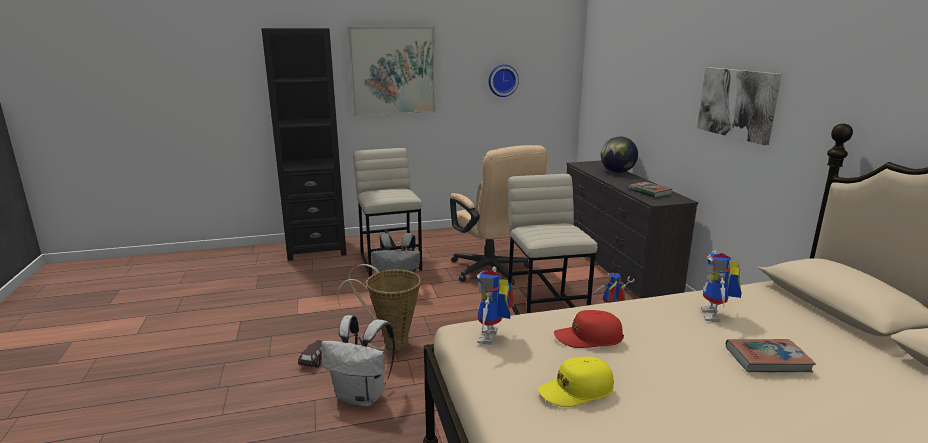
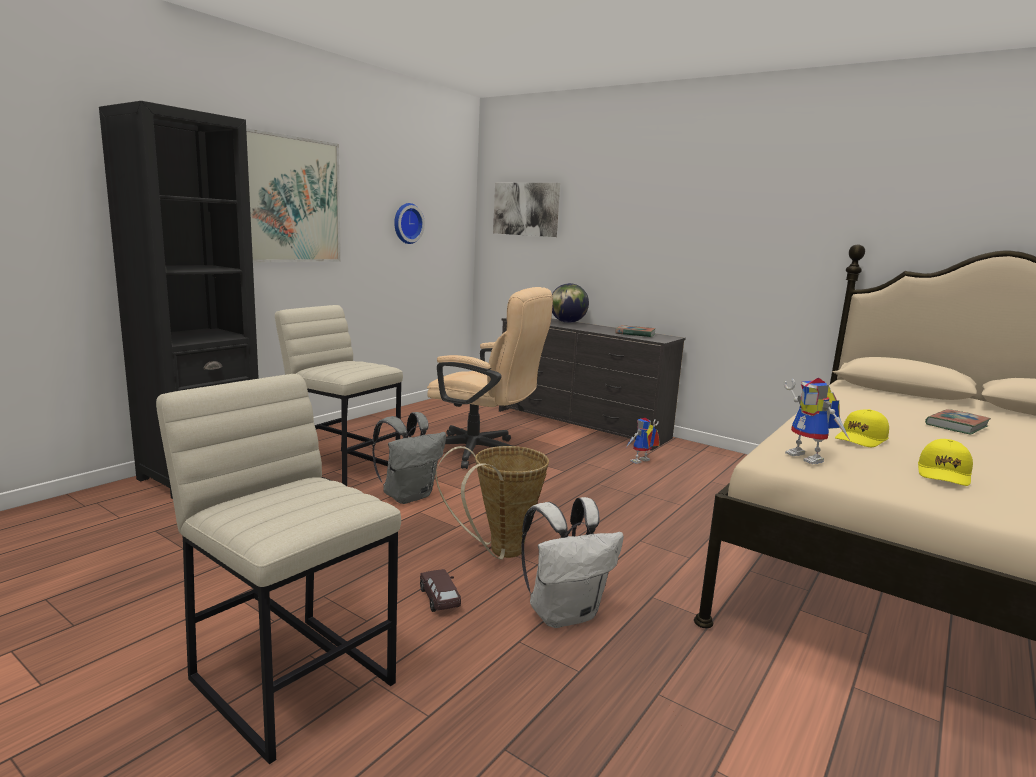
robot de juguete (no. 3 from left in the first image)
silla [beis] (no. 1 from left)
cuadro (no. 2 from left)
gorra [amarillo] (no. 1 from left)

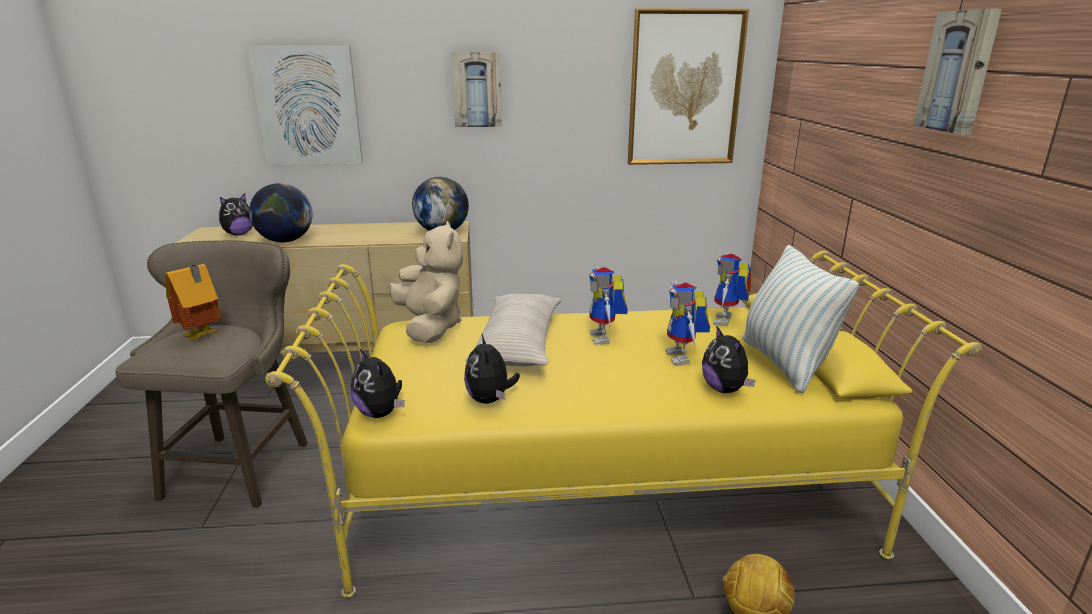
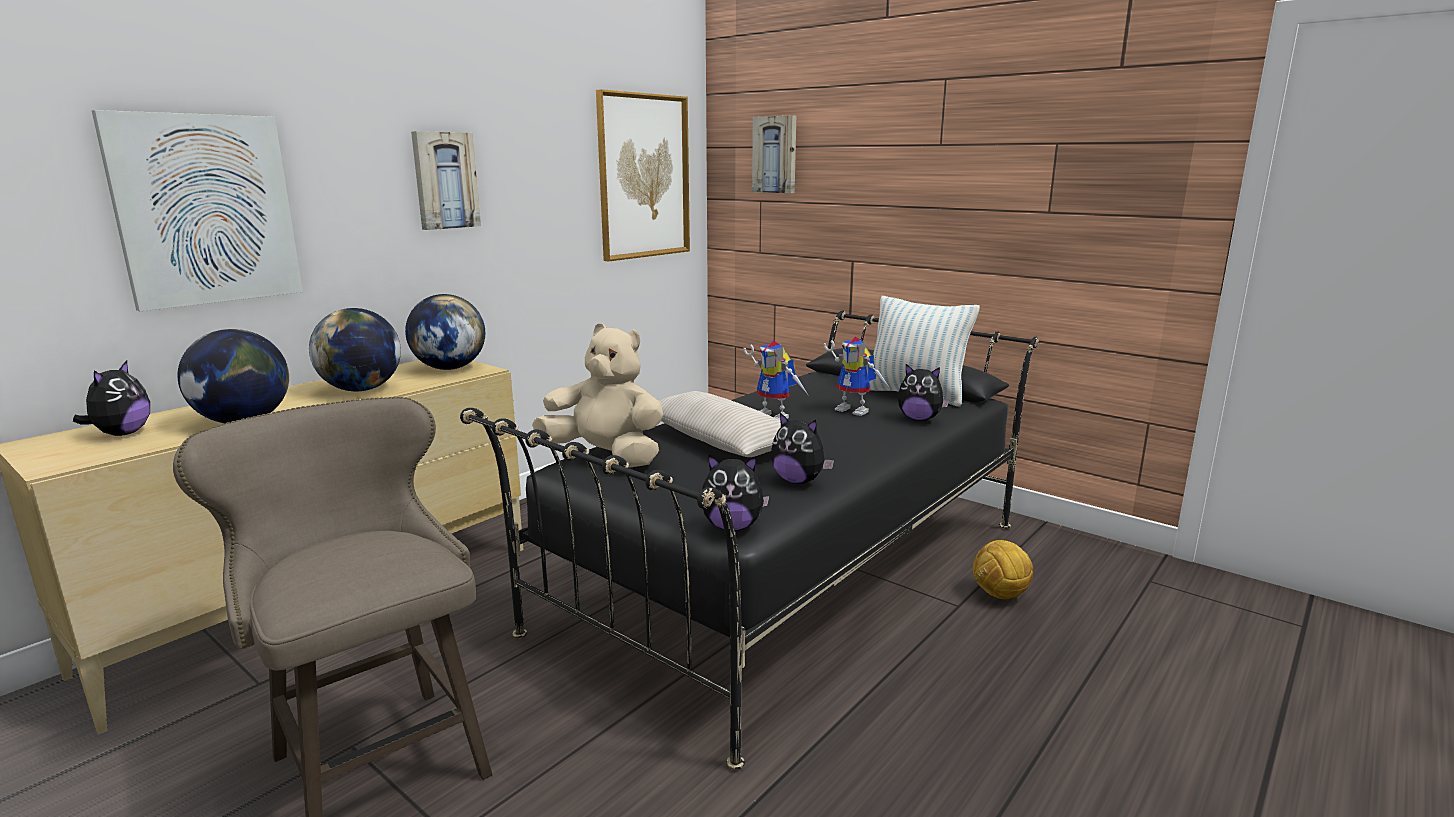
casita
robot de juguete (no. 3 from left in the first image)
globo terráqueo (no. 2 from left)
cuadro (no. 4 from left)
cama [negro]

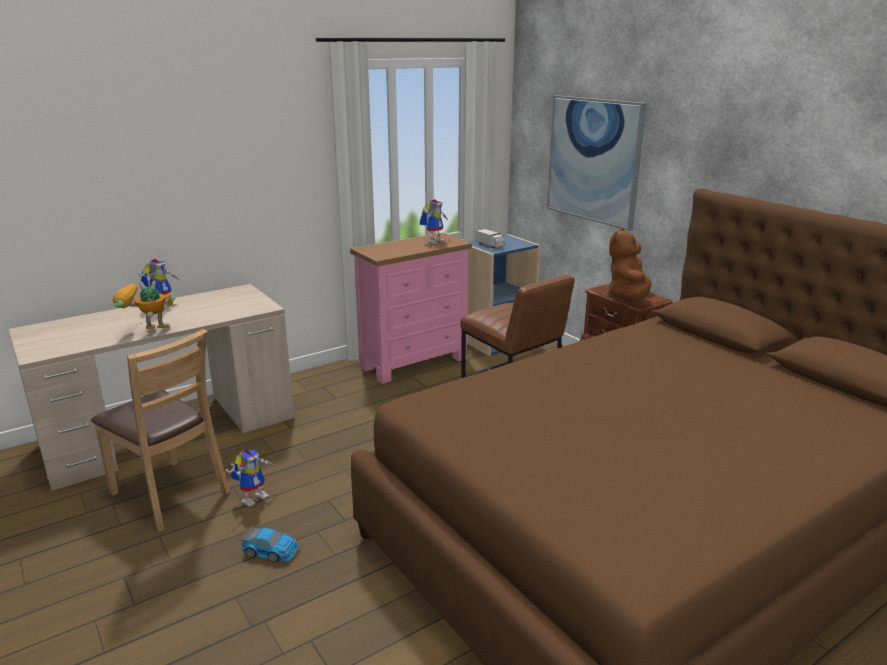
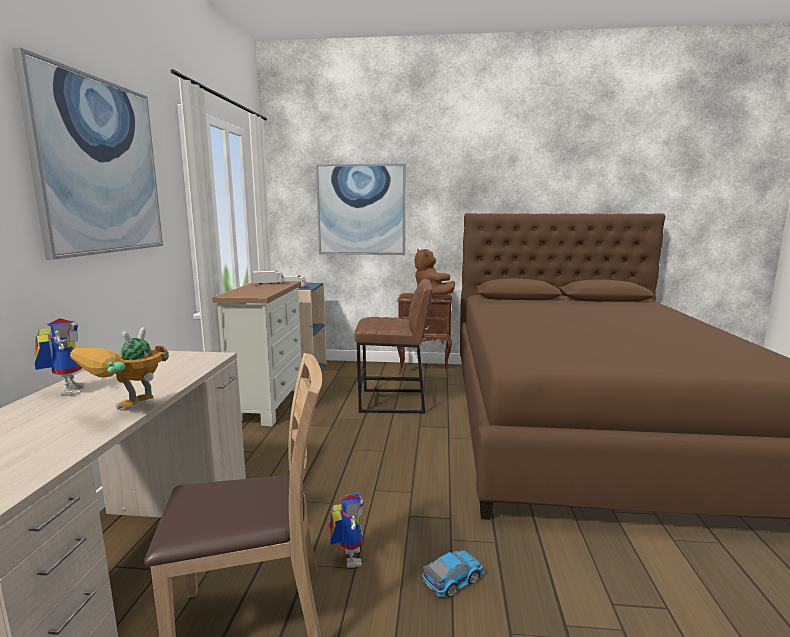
cuadro (no. 1 from left)
camión de juguete (no. 1 from left)
cómoda [blanco]

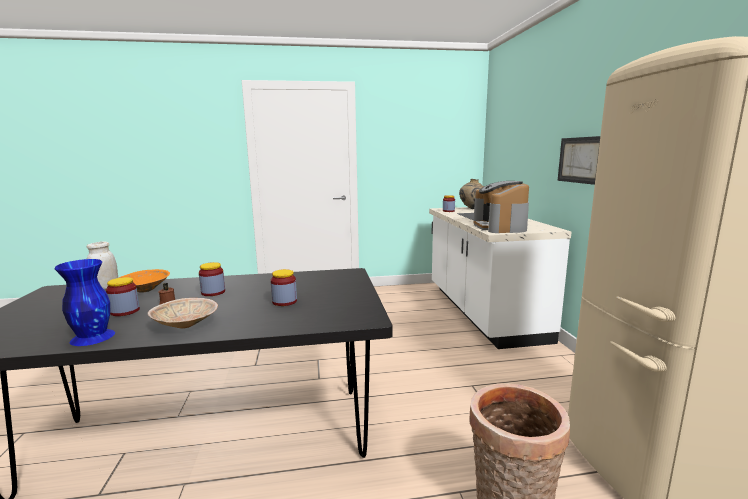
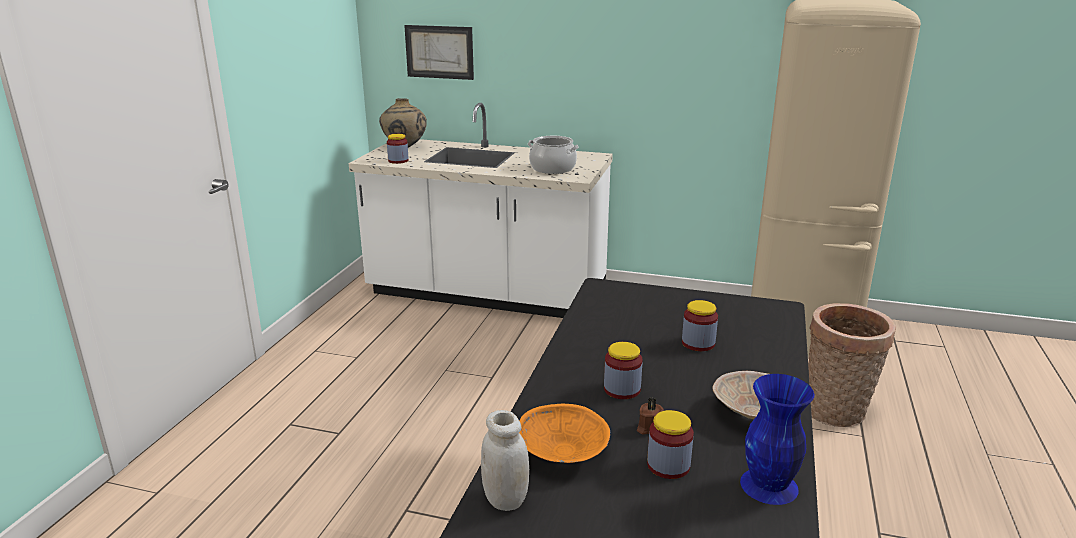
cuadro
olla

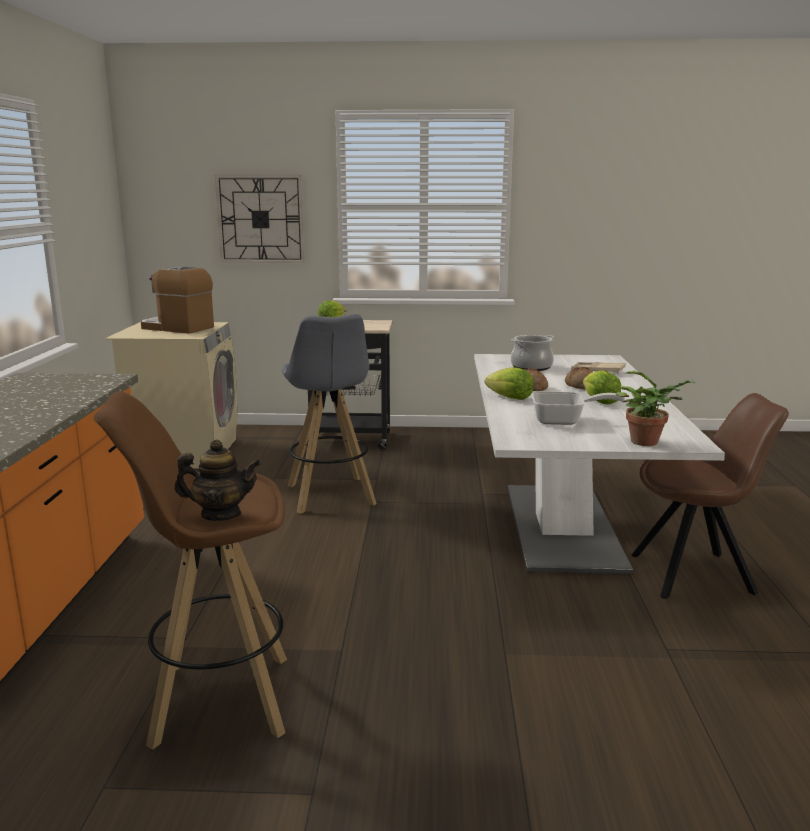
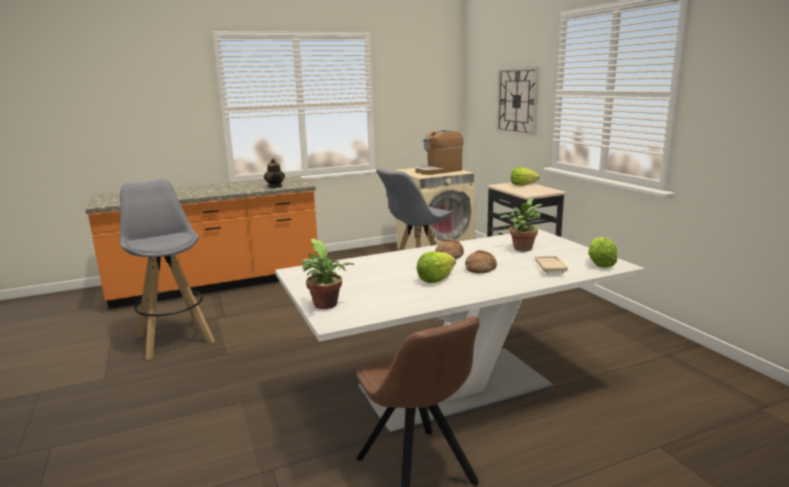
sartén
tetera
lechuga (no. 3 from left)
planta en maceta (no. 2 from left)
taburete [gris] (no. 1 from left)
cafetera

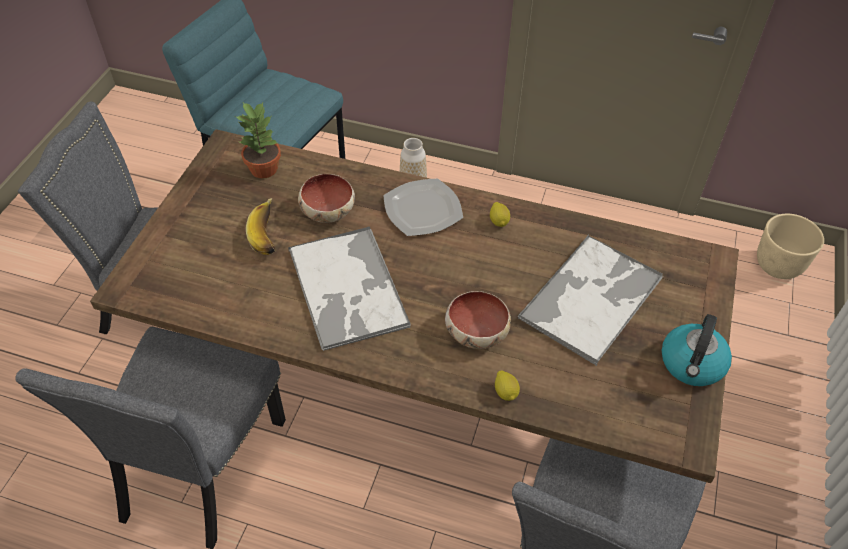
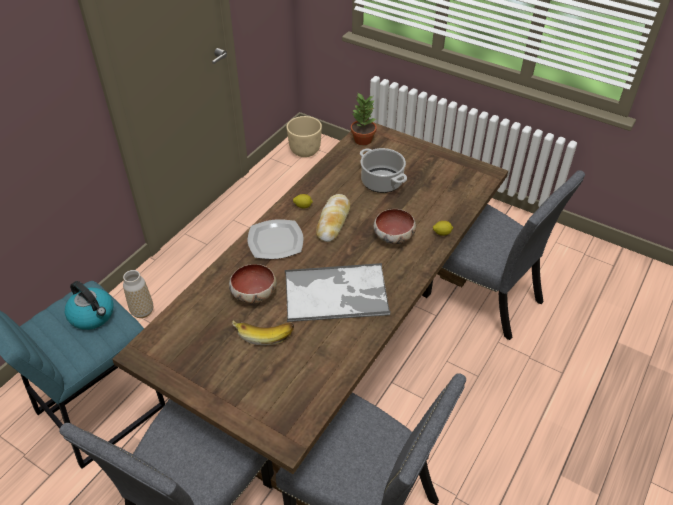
pan
planta en maceta
hervidor
olla

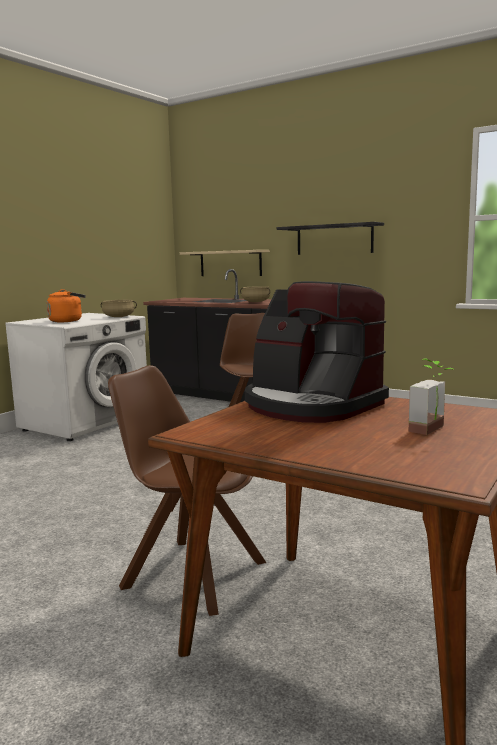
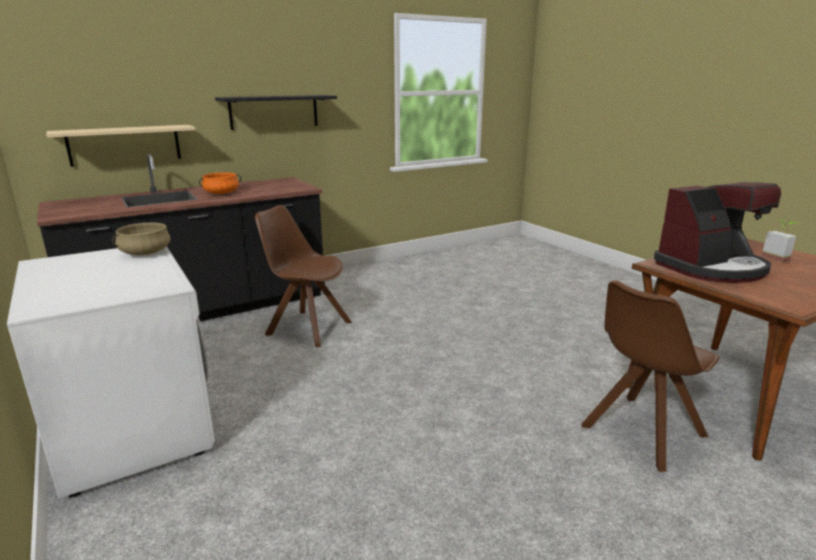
hervidor [naranja]
olla [naranja]

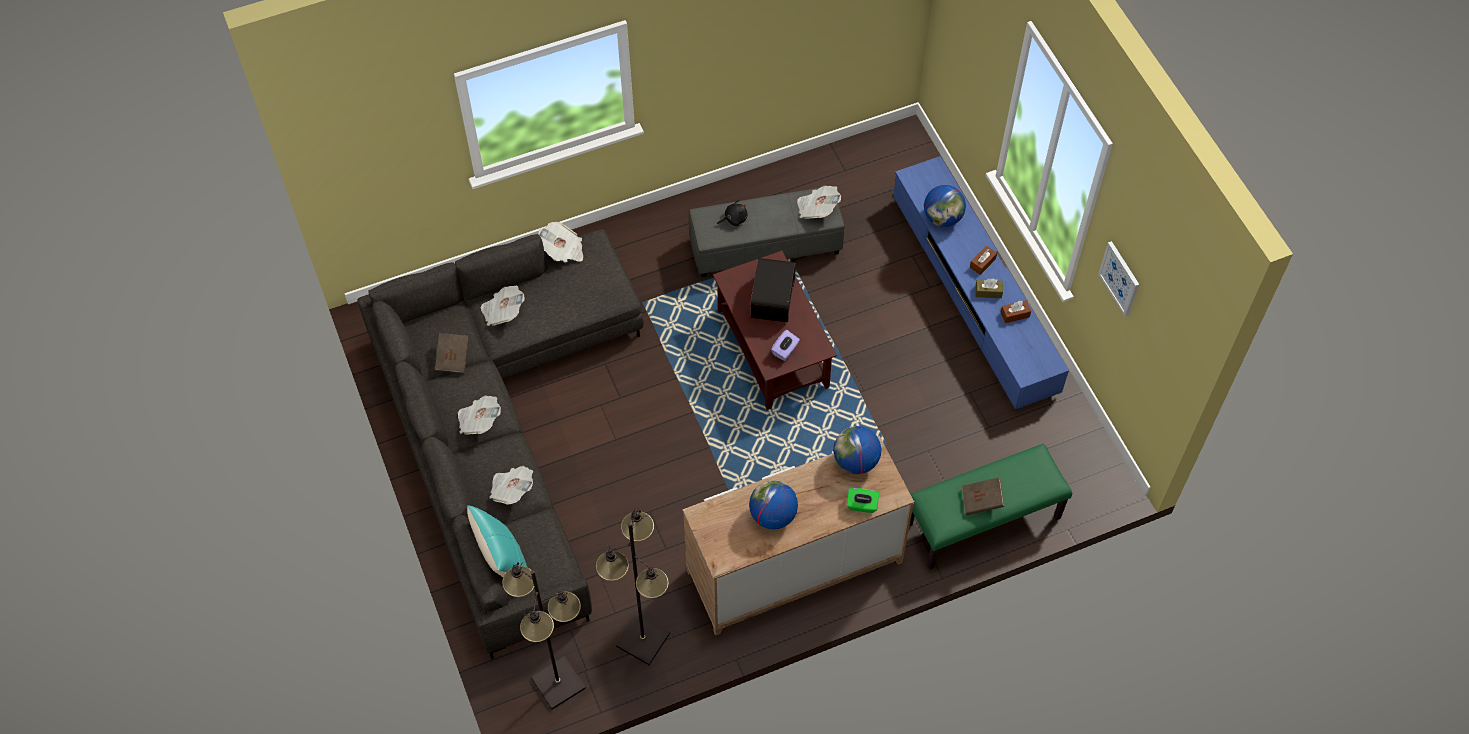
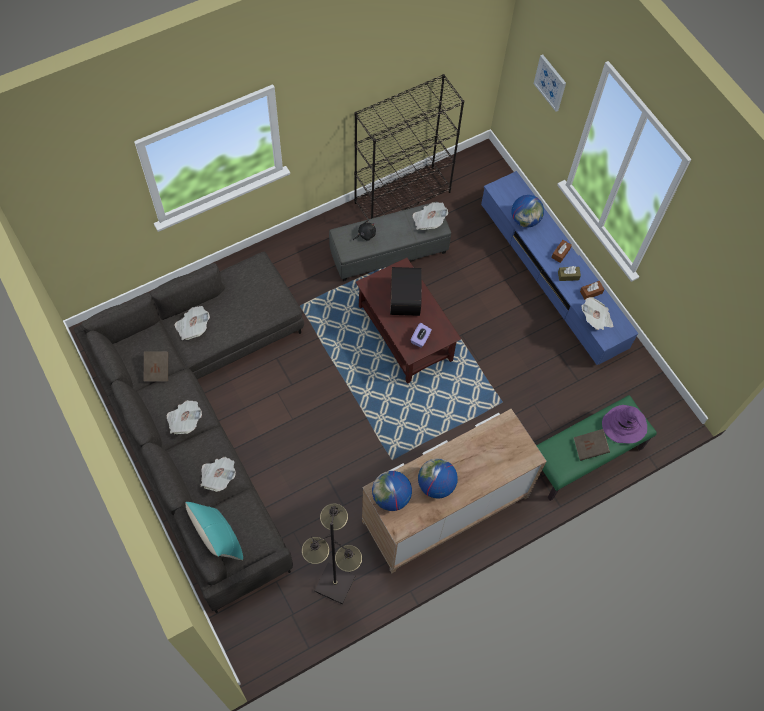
lámpara de pie [negro] (no. 1 from left in the first image)
caja de pañuelos [verde]
estantería [negro]
sombrero [morado]
periódico (no. 5 from left)
globo terráqueo (no. 1 from left)
cuadro

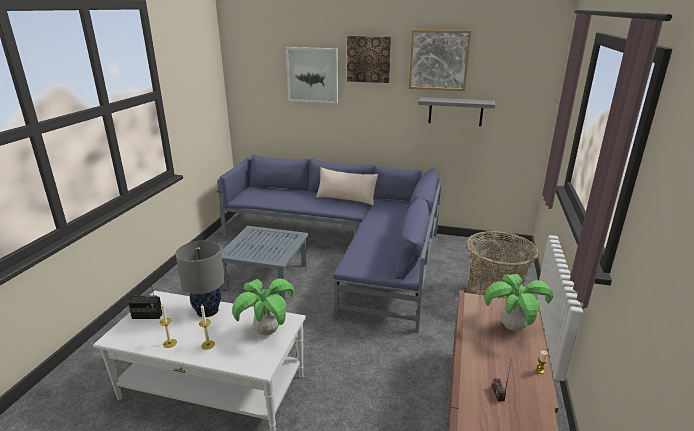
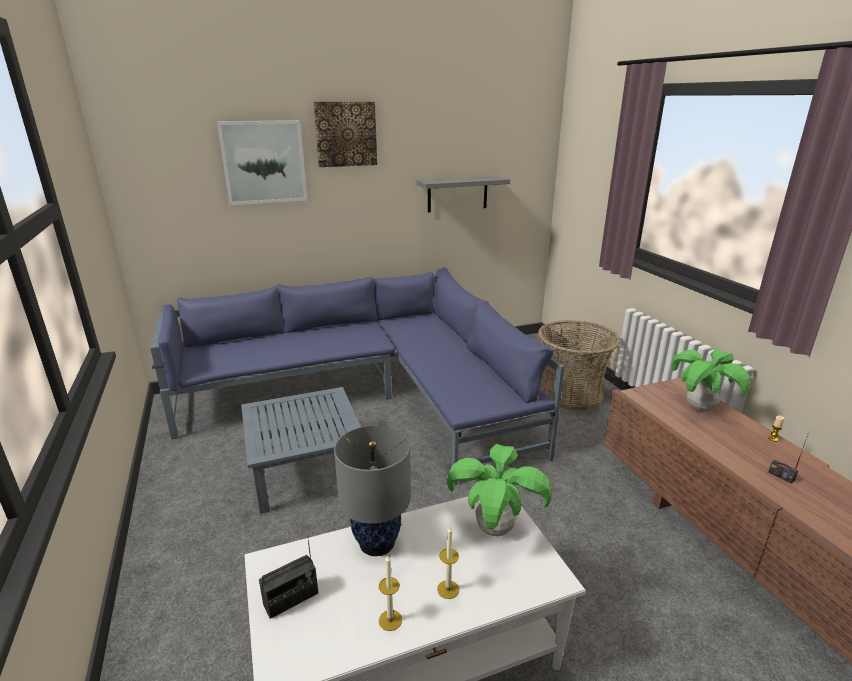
cojín [beis]
cuadro (no. 3 from left in the first image)

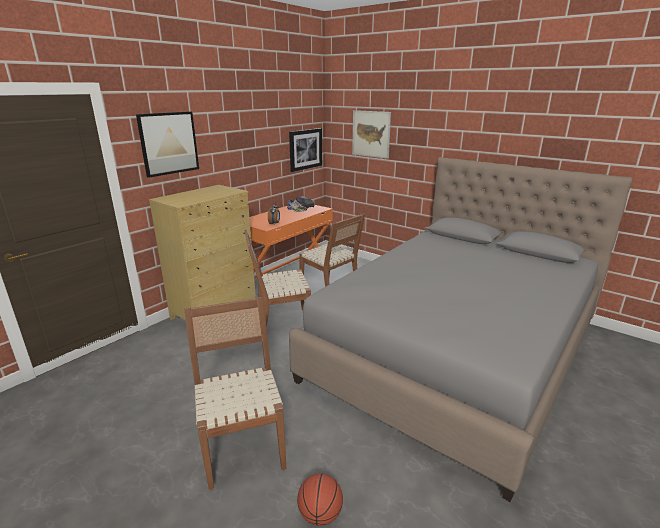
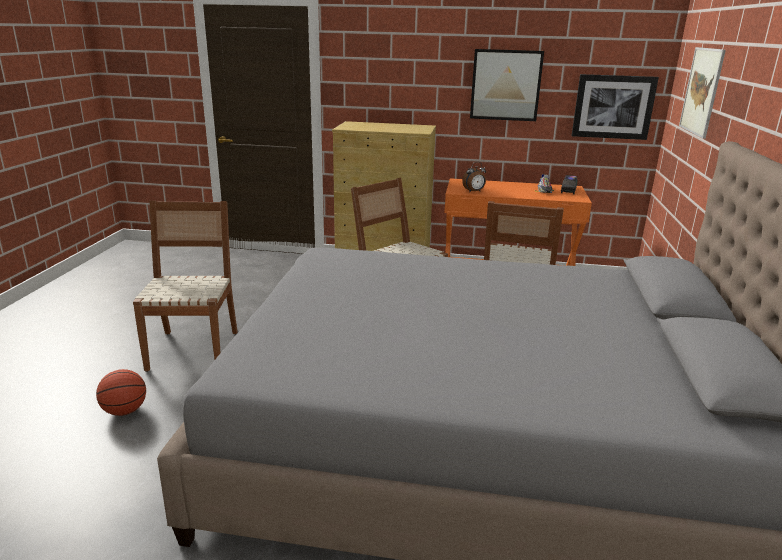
cuadro (no. 1 from left)
silla (no. 1 from left)

